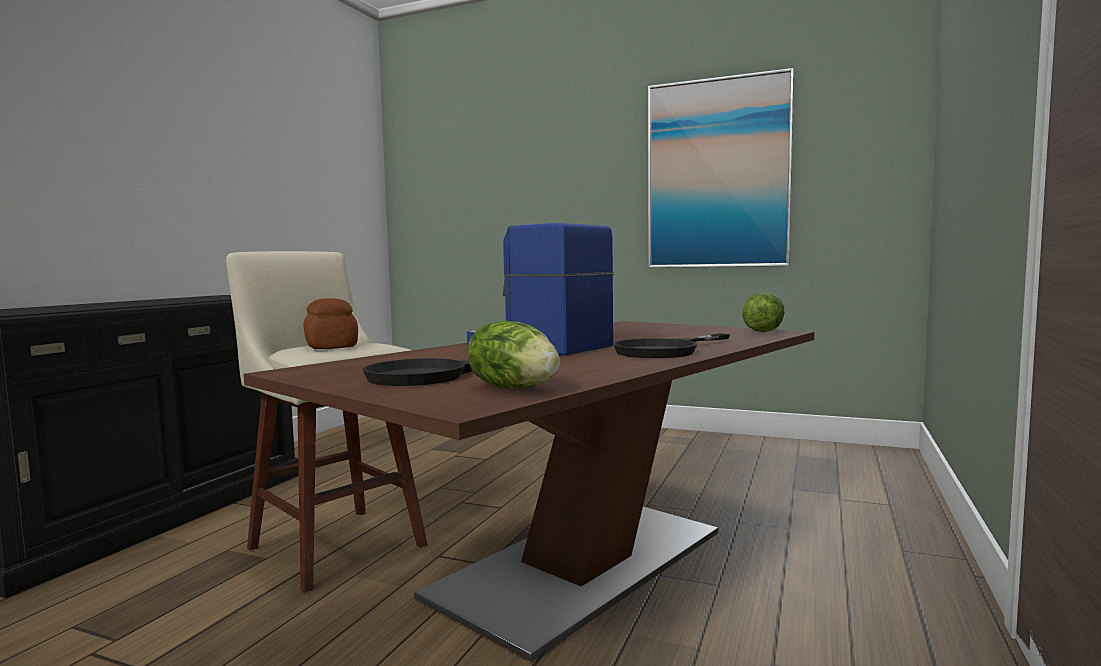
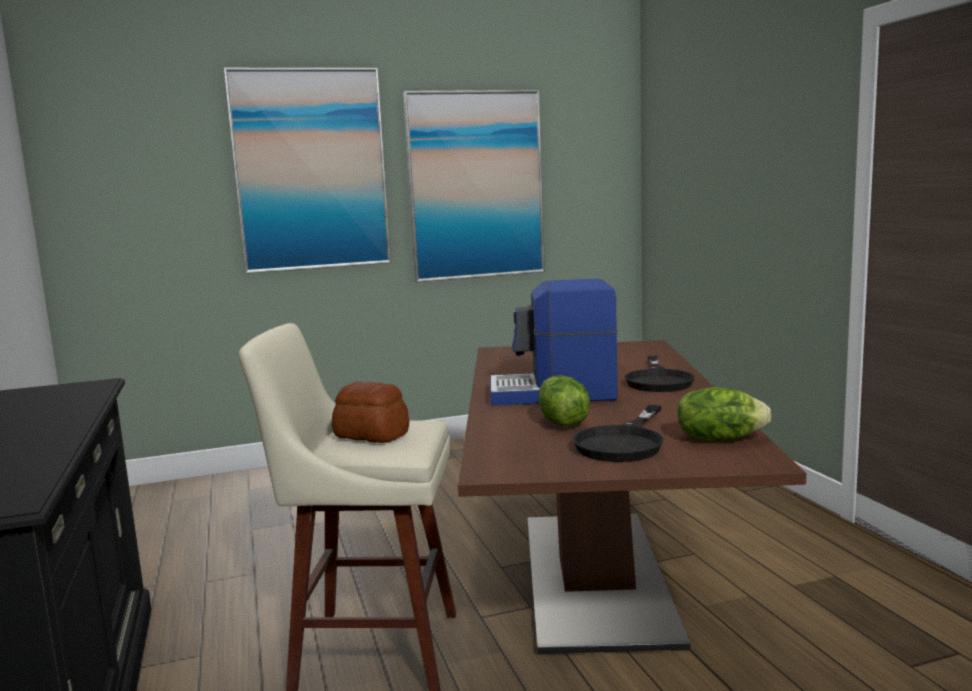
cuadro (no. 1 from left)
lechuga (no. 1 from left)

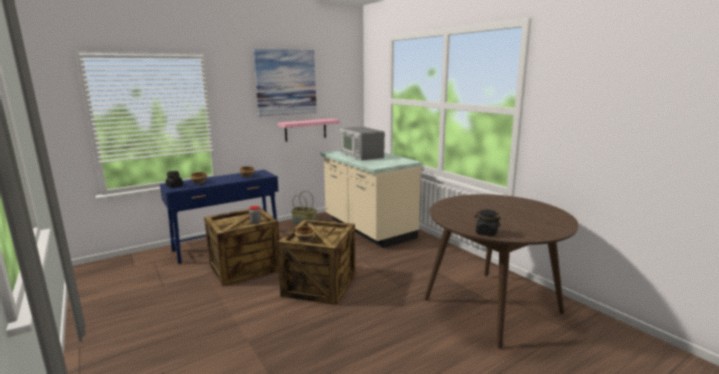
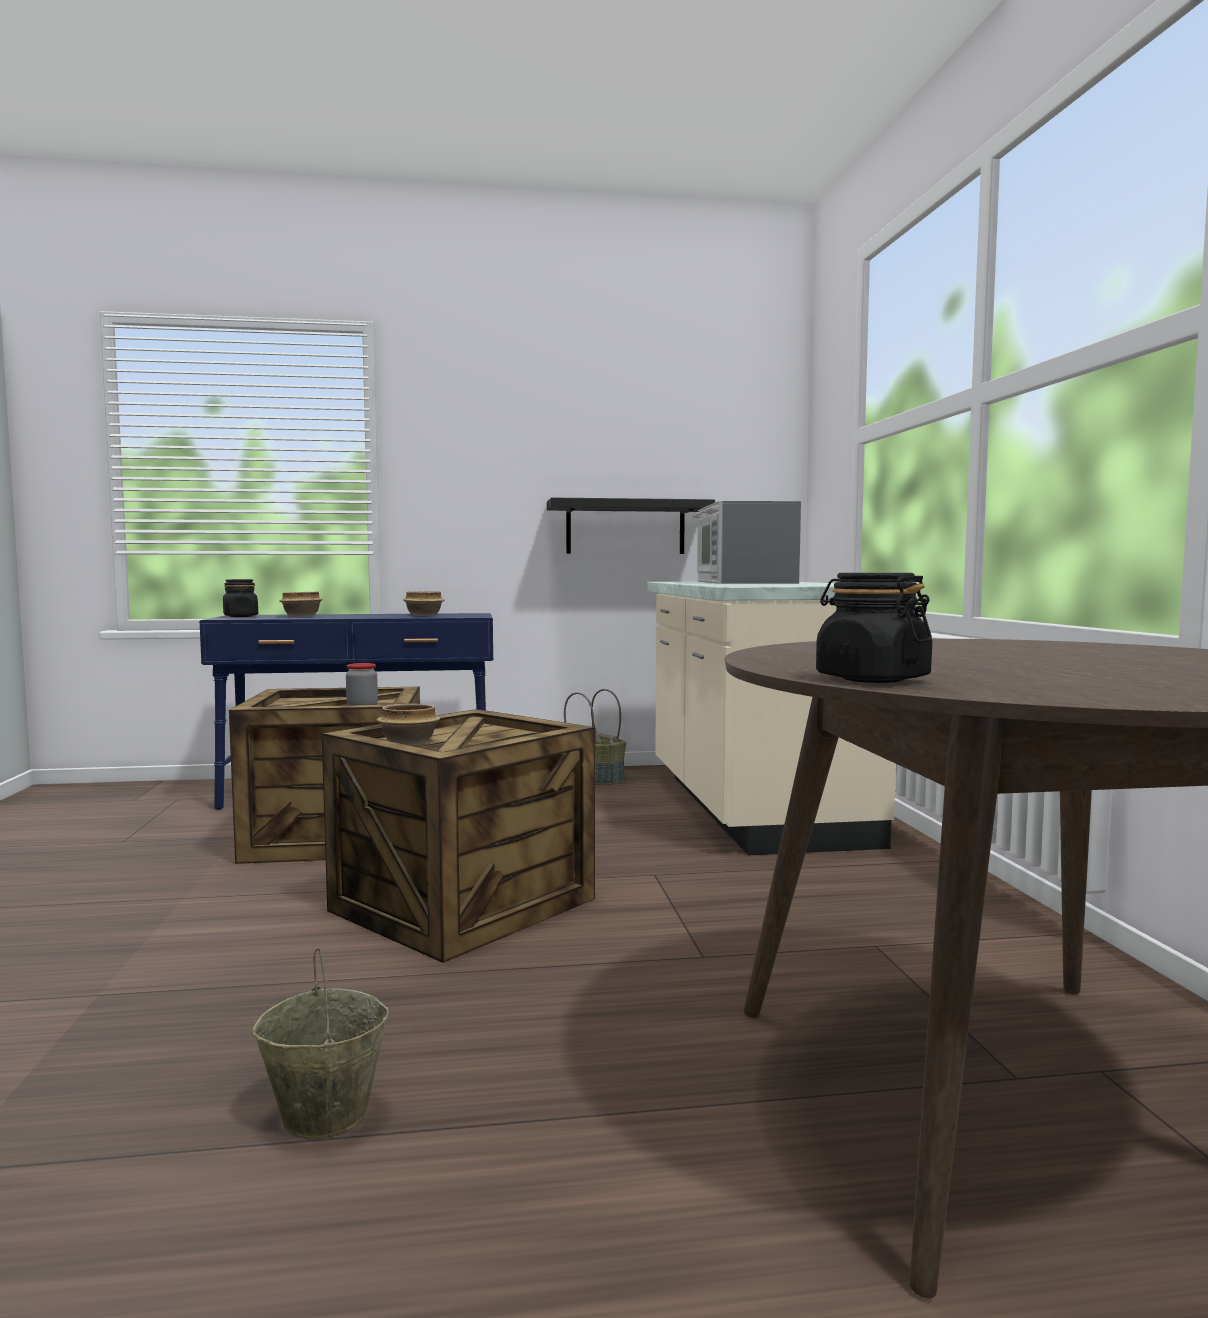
cuadro
cubo [beis]
estante [negro]

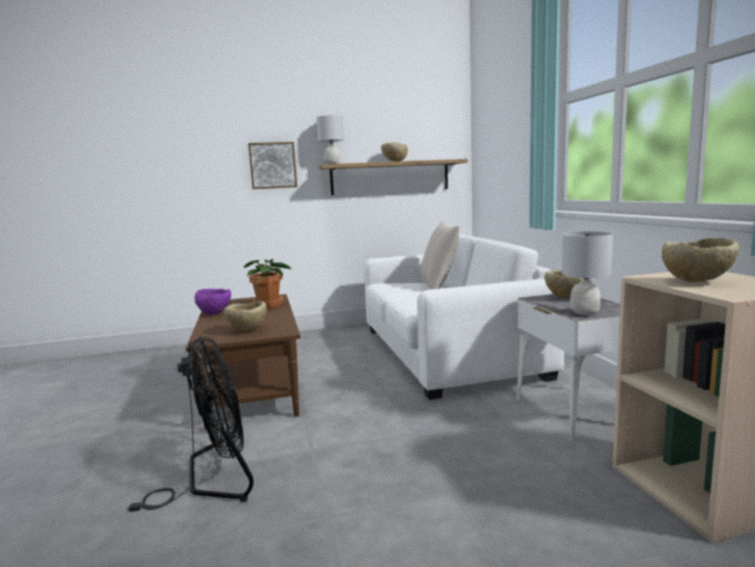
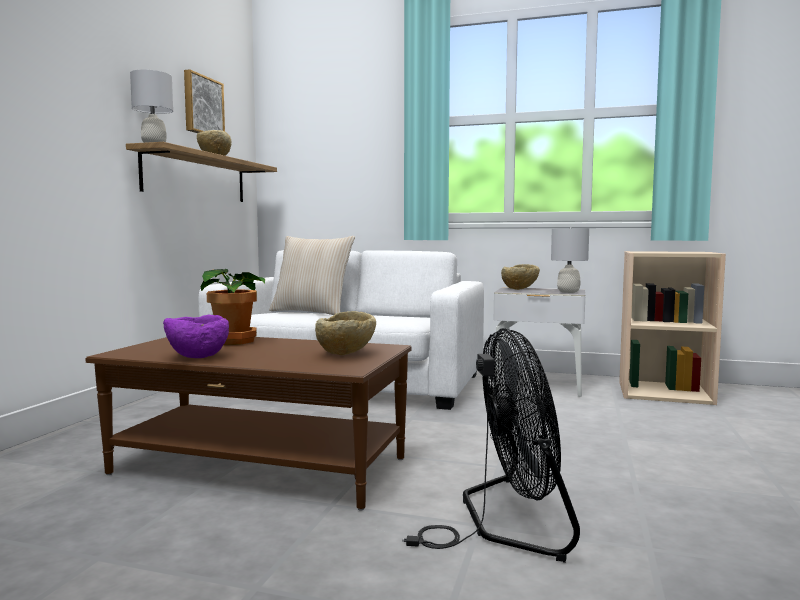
cuenco [beis] (no. 4 from left in the first image)
cuadro
ventilador [negro]

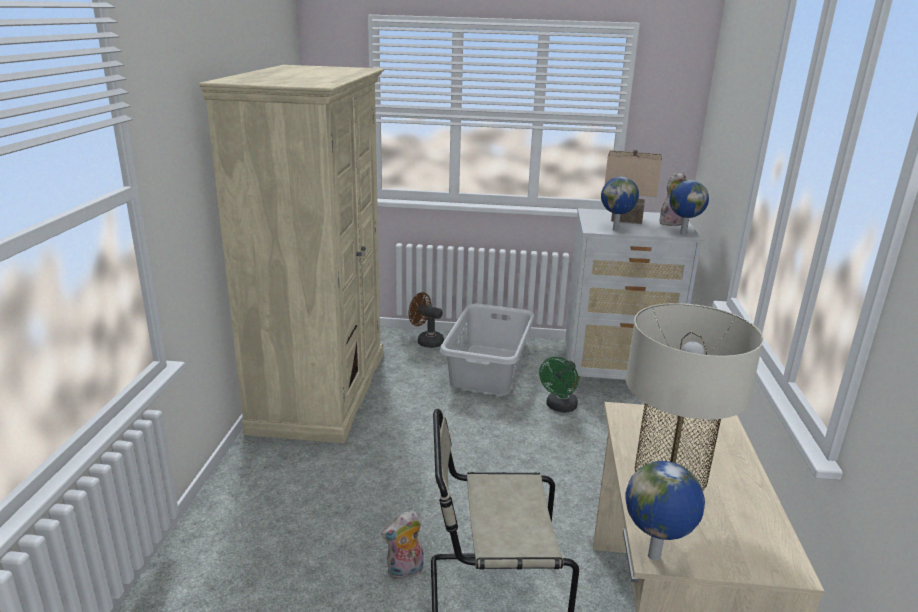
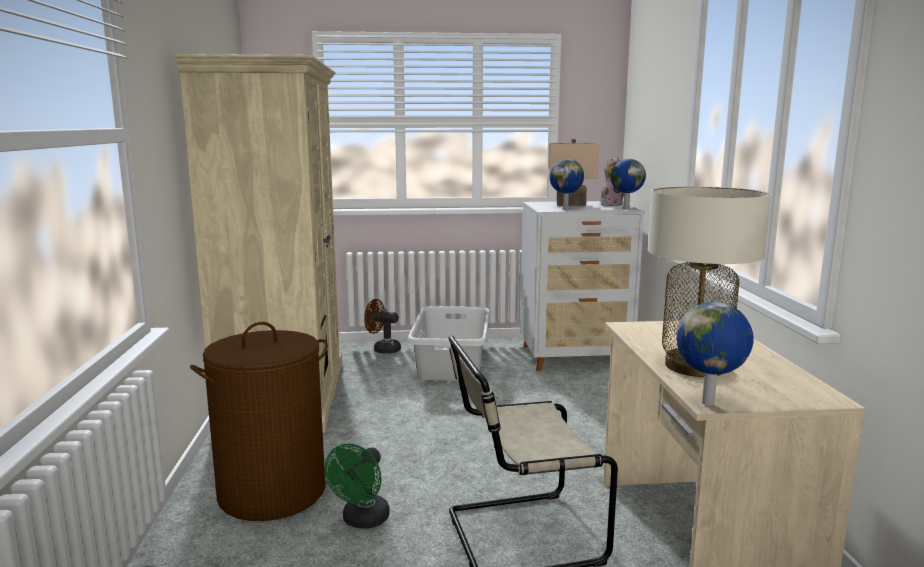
peluche (no. 1 from left in the first image)
cesto de la ropa [marrón]
ventilador [verde]

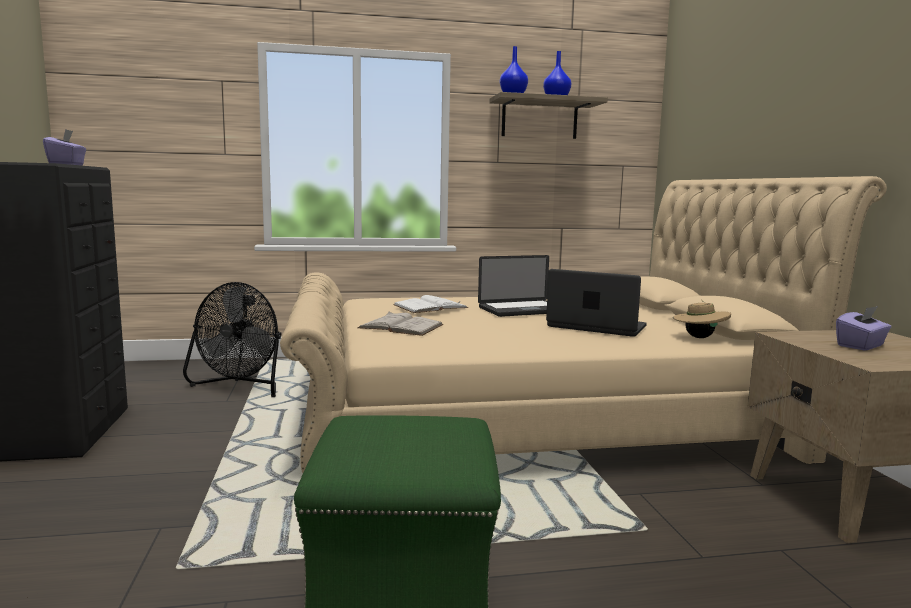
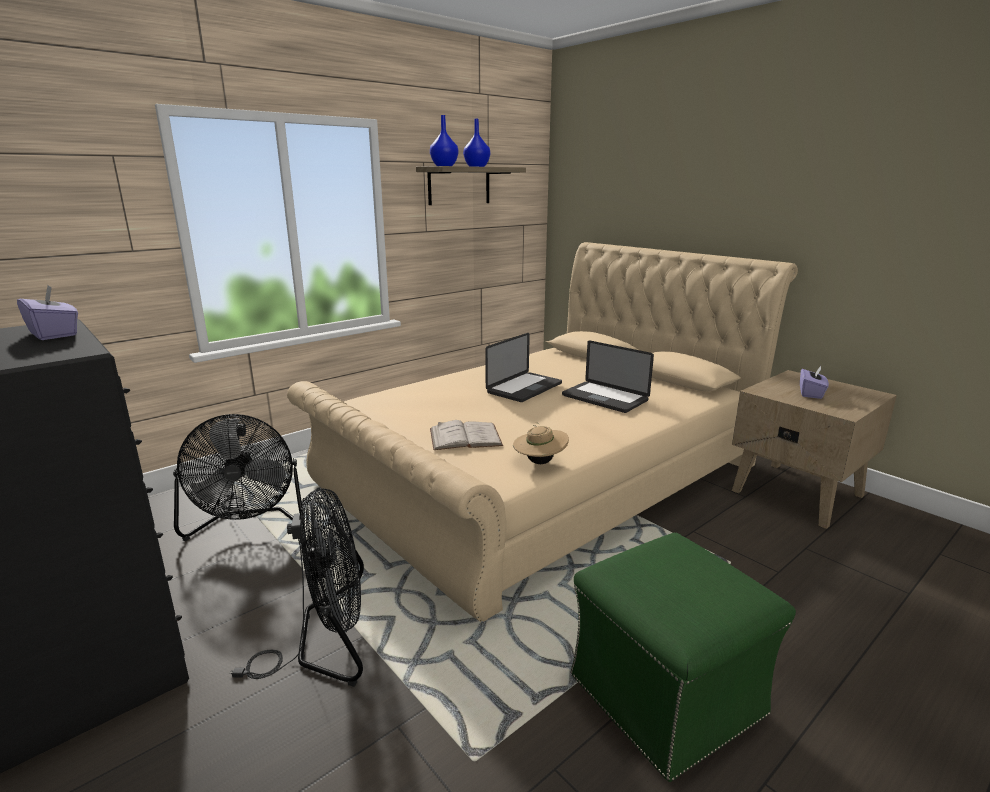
libro [blanco] (no. 2 from left in the first image)
ventilador [negro] (no. 2 from left)
sombrero [beis]
portátil (no. 2 from left)

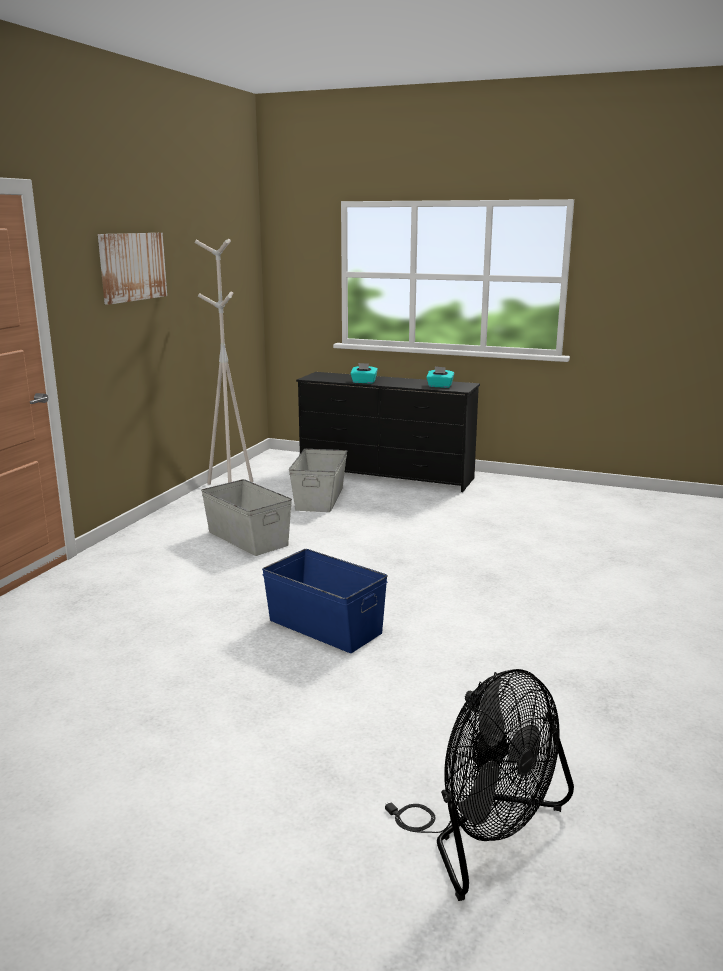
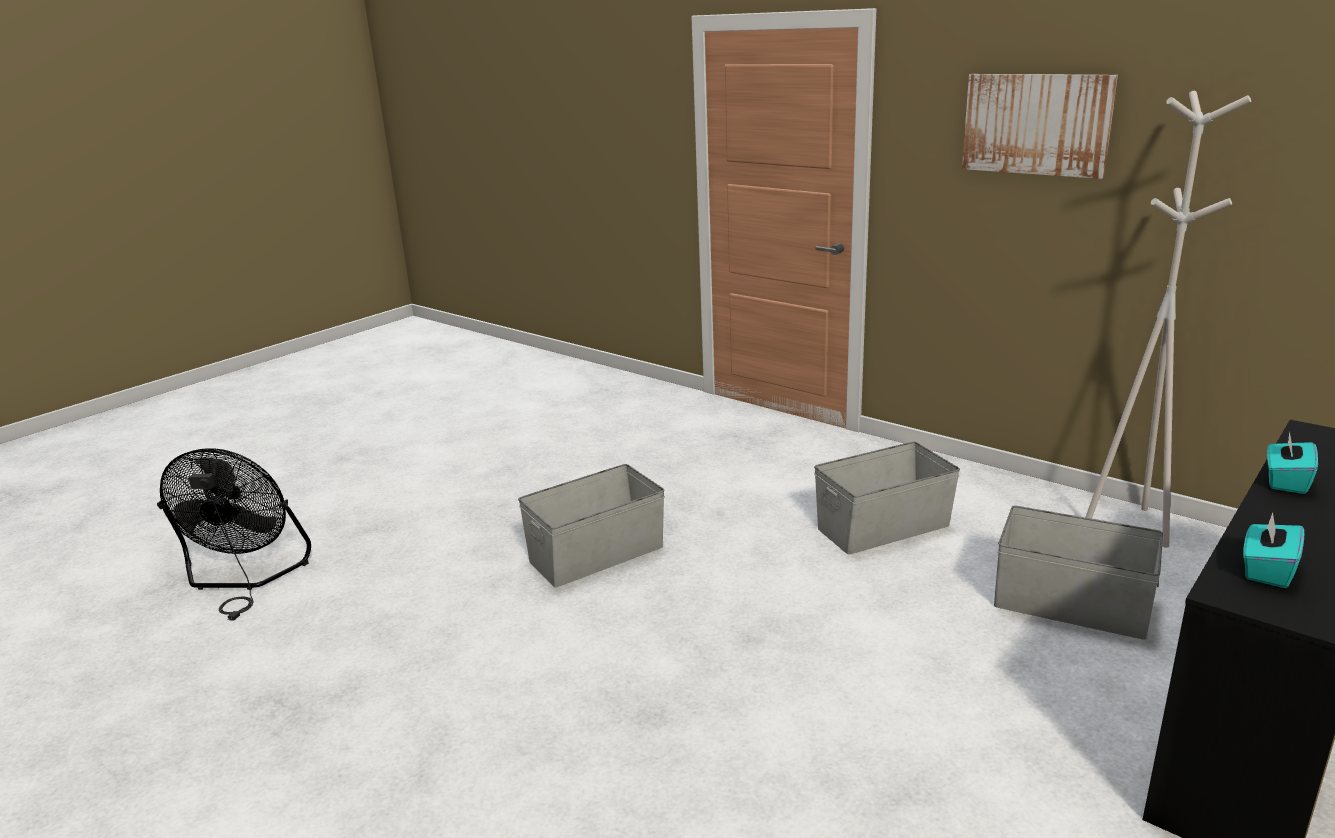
caja de almacenaje [gris] (no. 1 from left)
ventilador [negro]

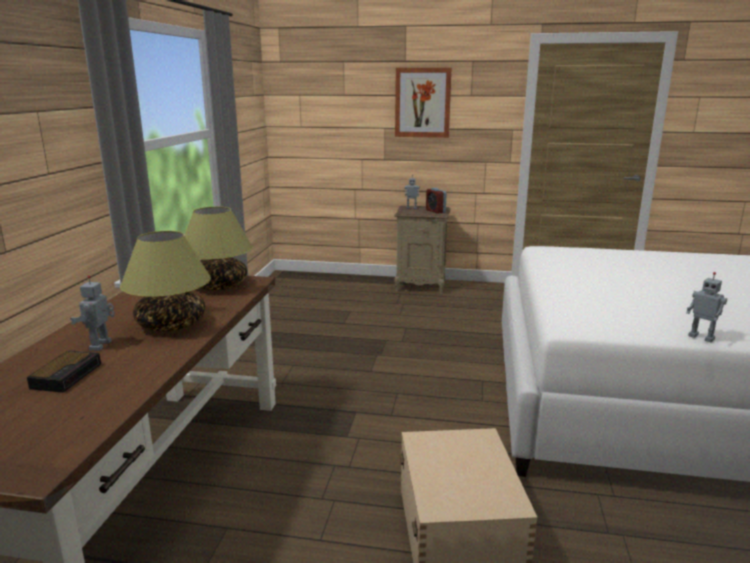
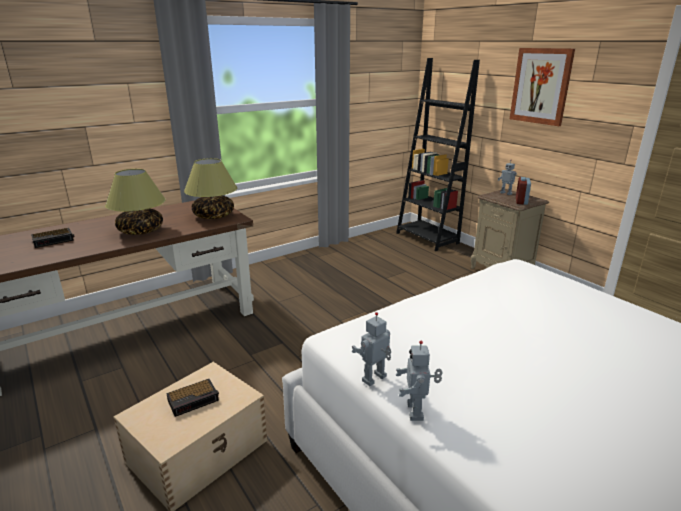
despertador (no. 2 from left)
estantería [negro]
robot de juguete (no. 1 from left)

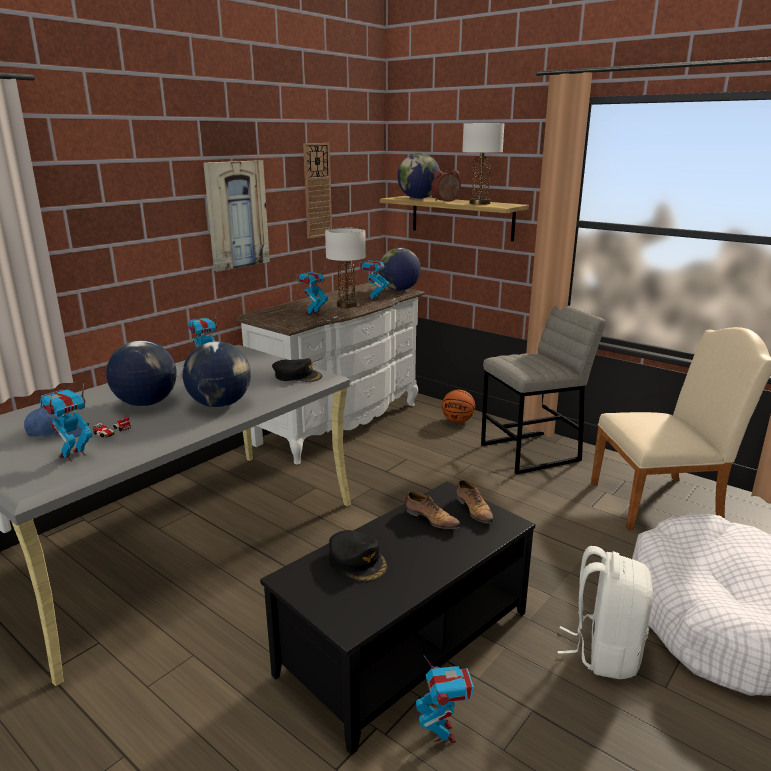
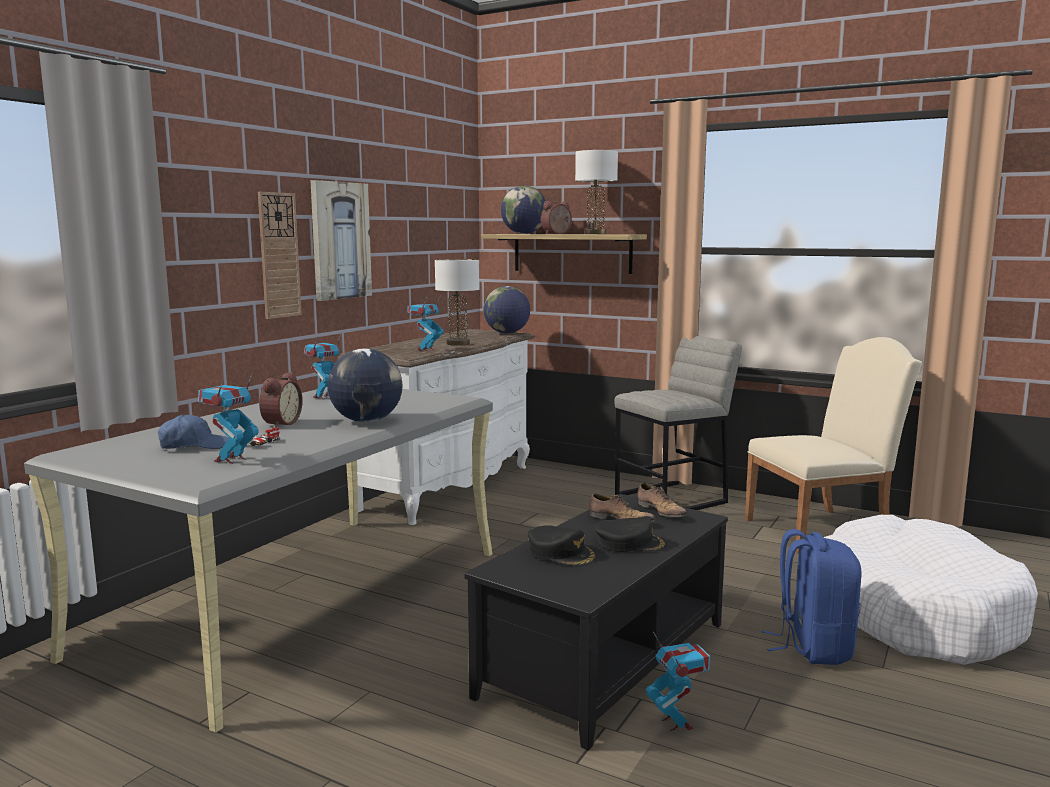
robot de juguete (no. 4 from left in the first image)
balón de baloncesto
gorra [negro] (no. 2 from left)
reloj de pared
despertador (no. 1 from left)
mochila [azul]

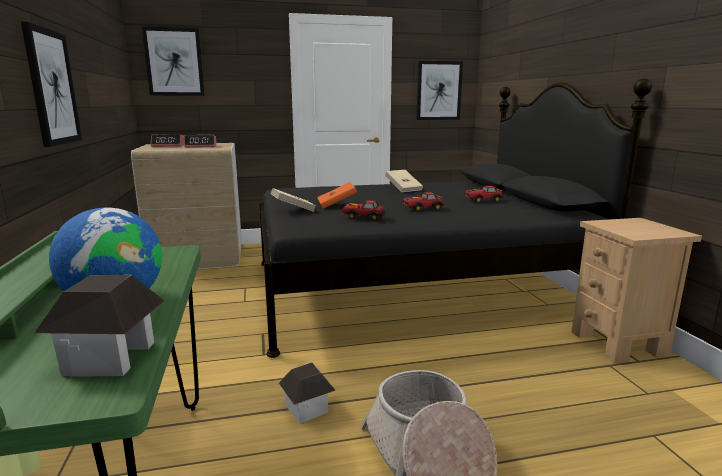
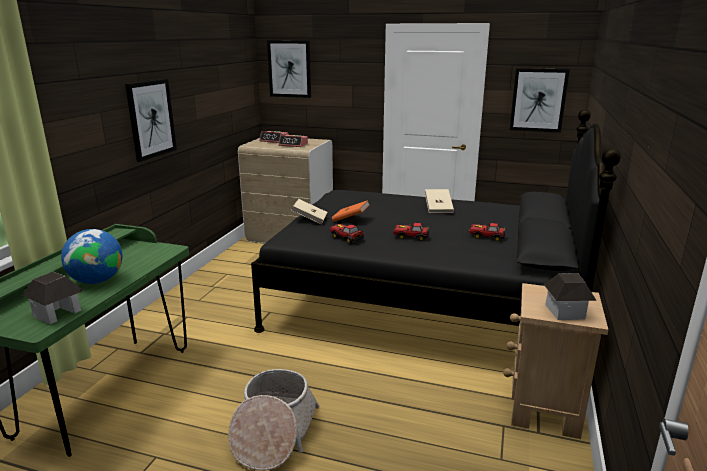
casita (no. 2 from left)

